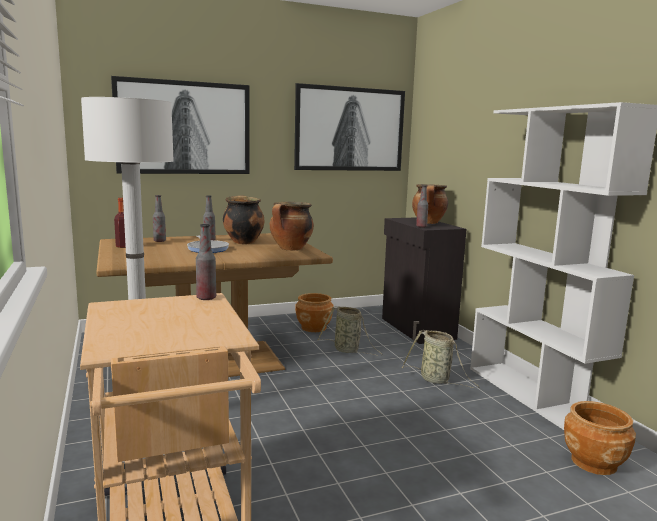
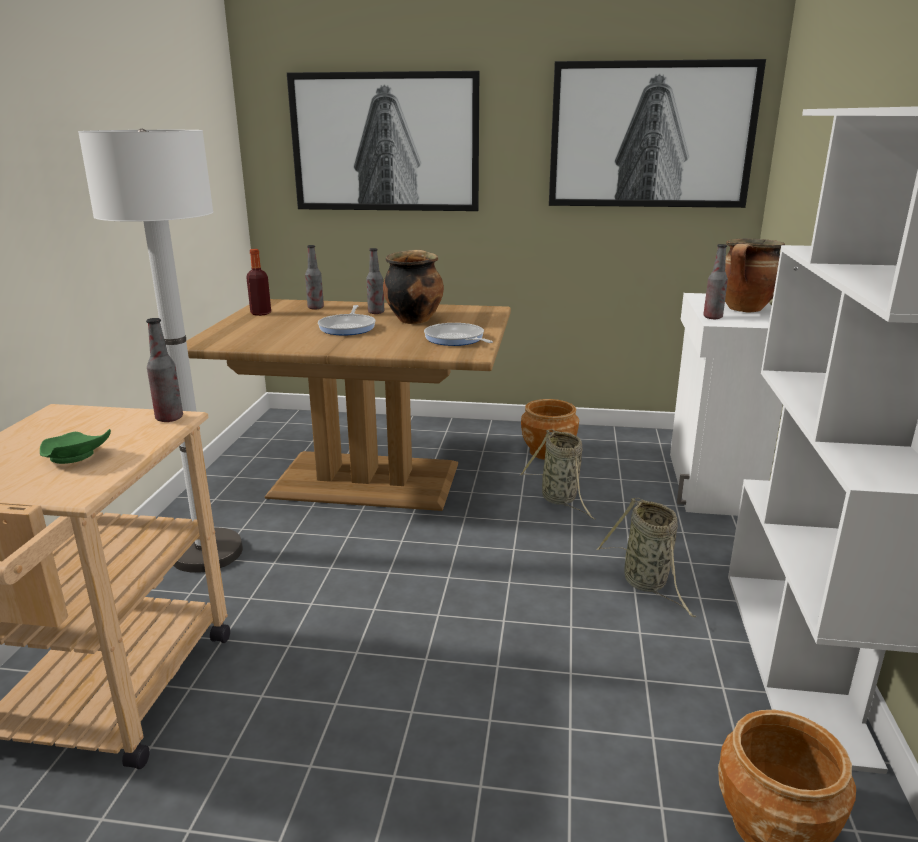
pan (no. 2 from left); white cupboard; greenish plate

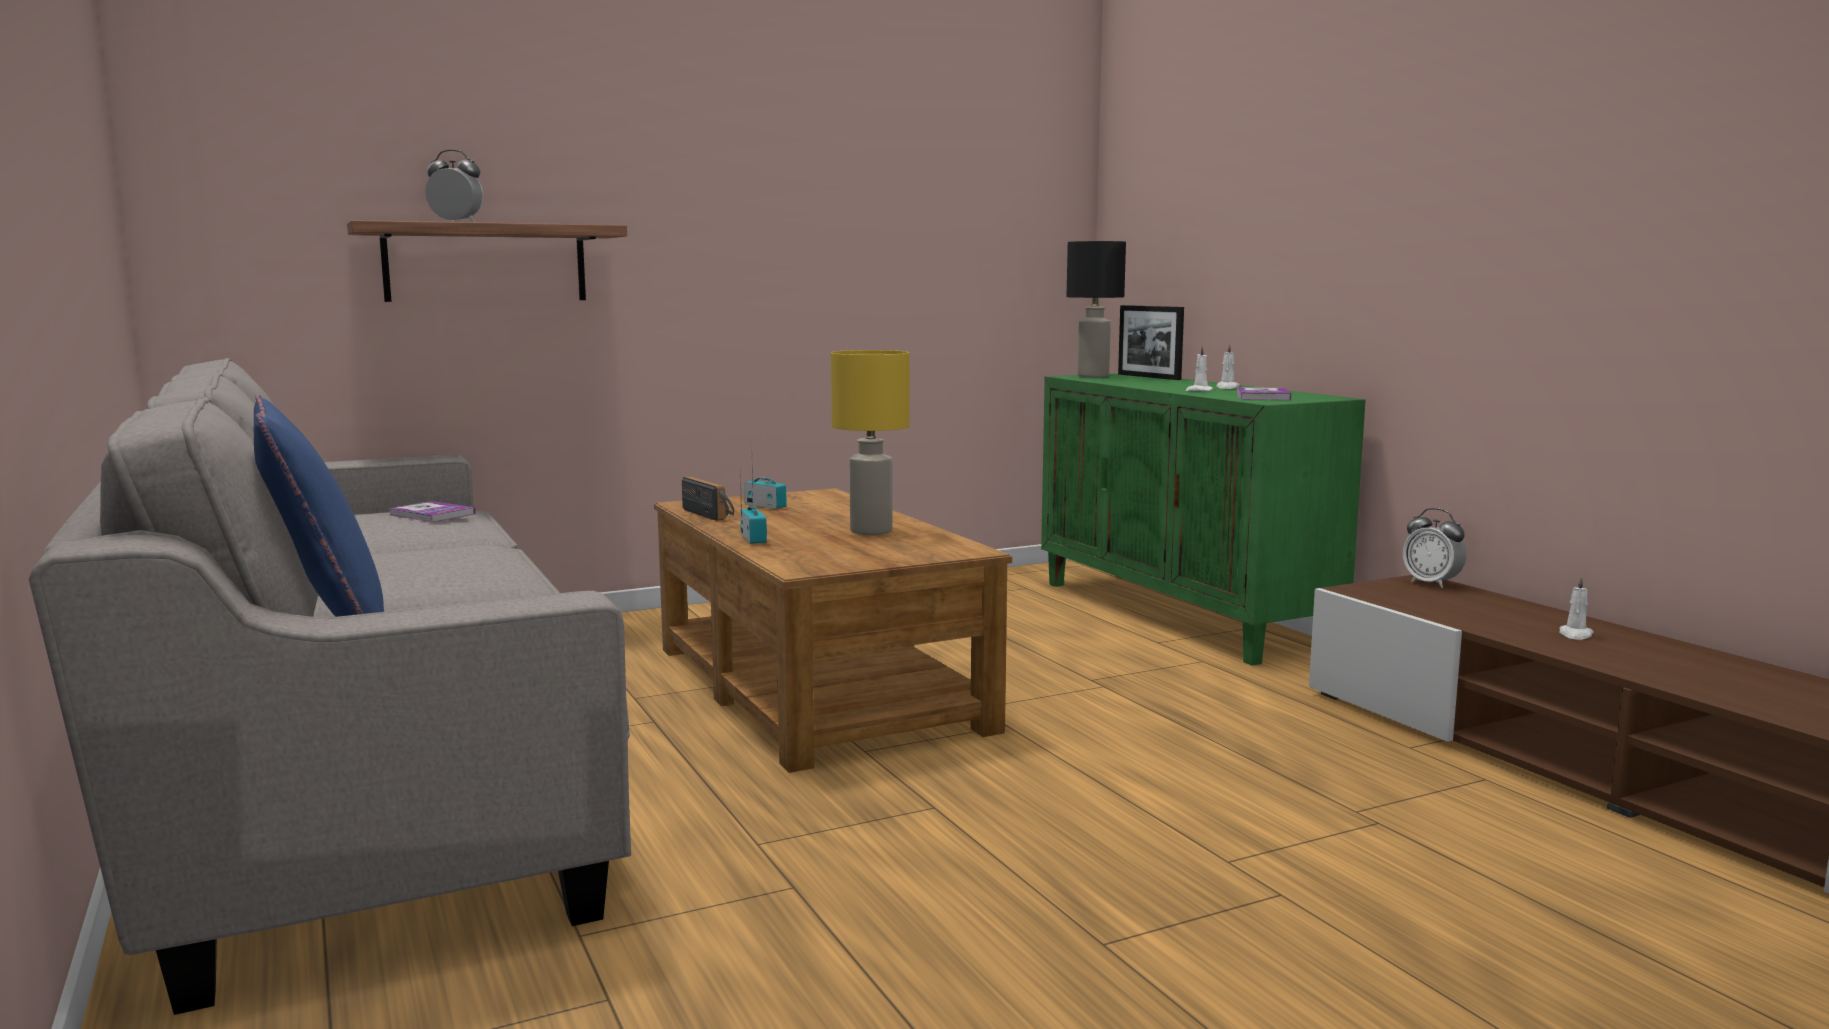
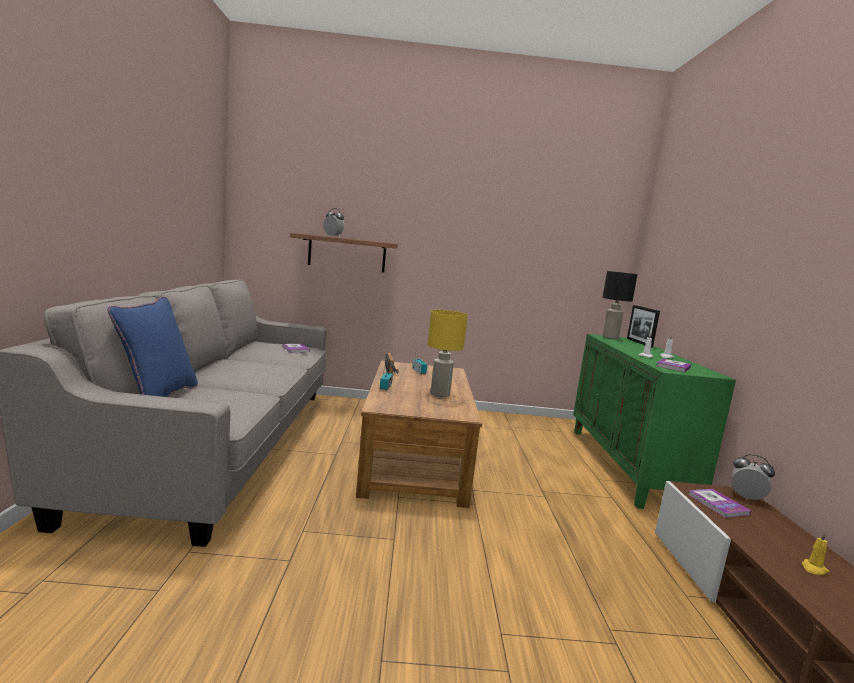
alarm clock (no. 2 from left); yellowish wax candle; volume (no. 3 from left)

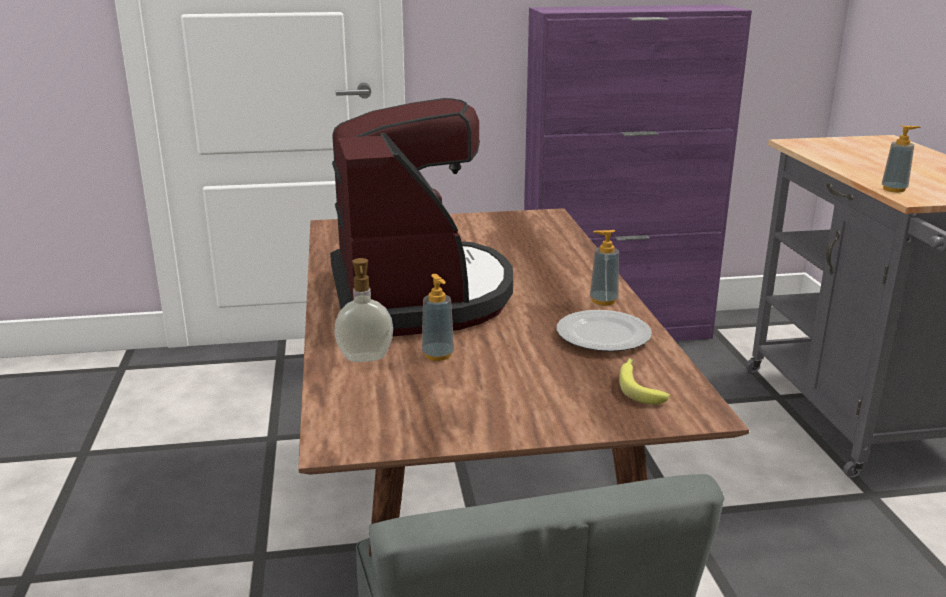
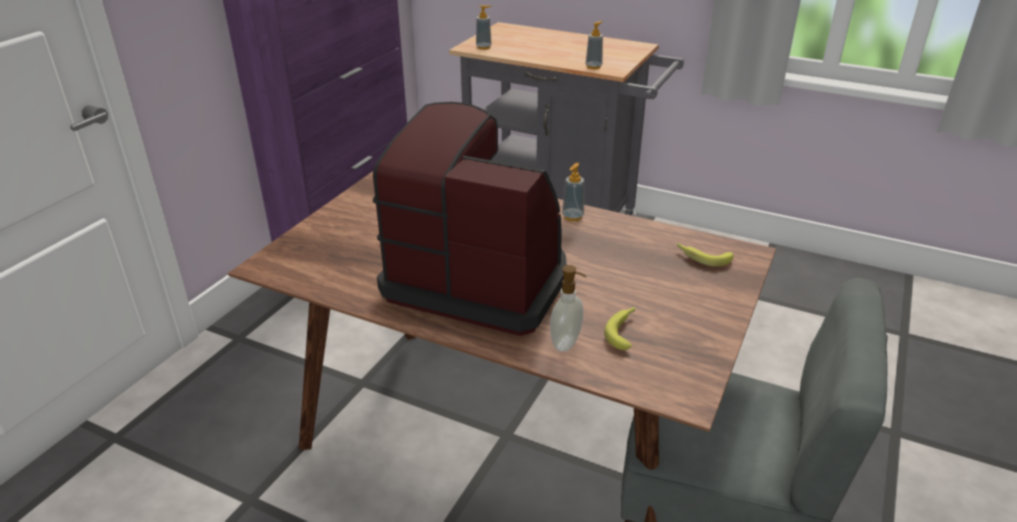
liquid soap bottle (no. 1 from left); plate; whole banana (no. 1 from left)

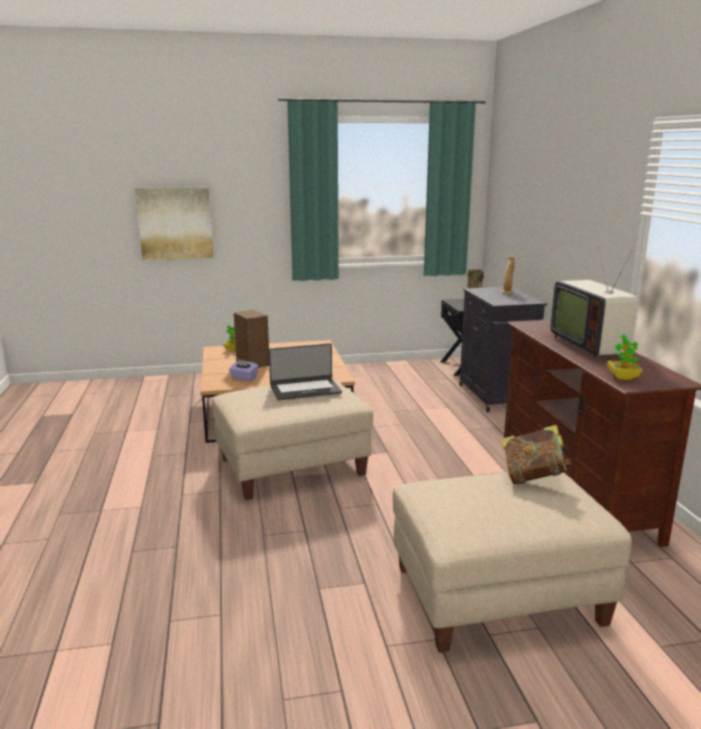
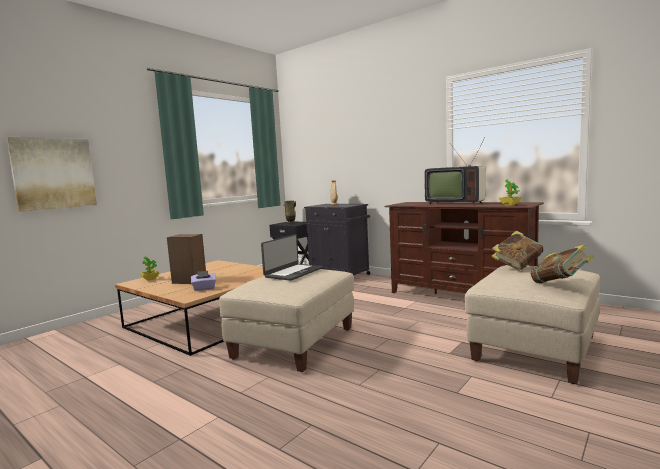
volume (no. 2 from left)

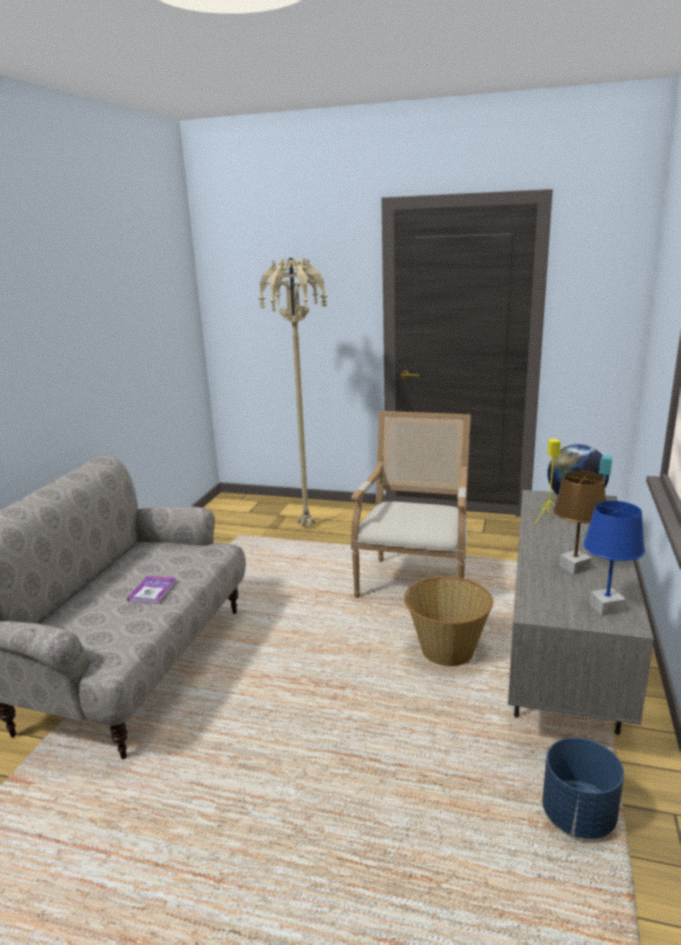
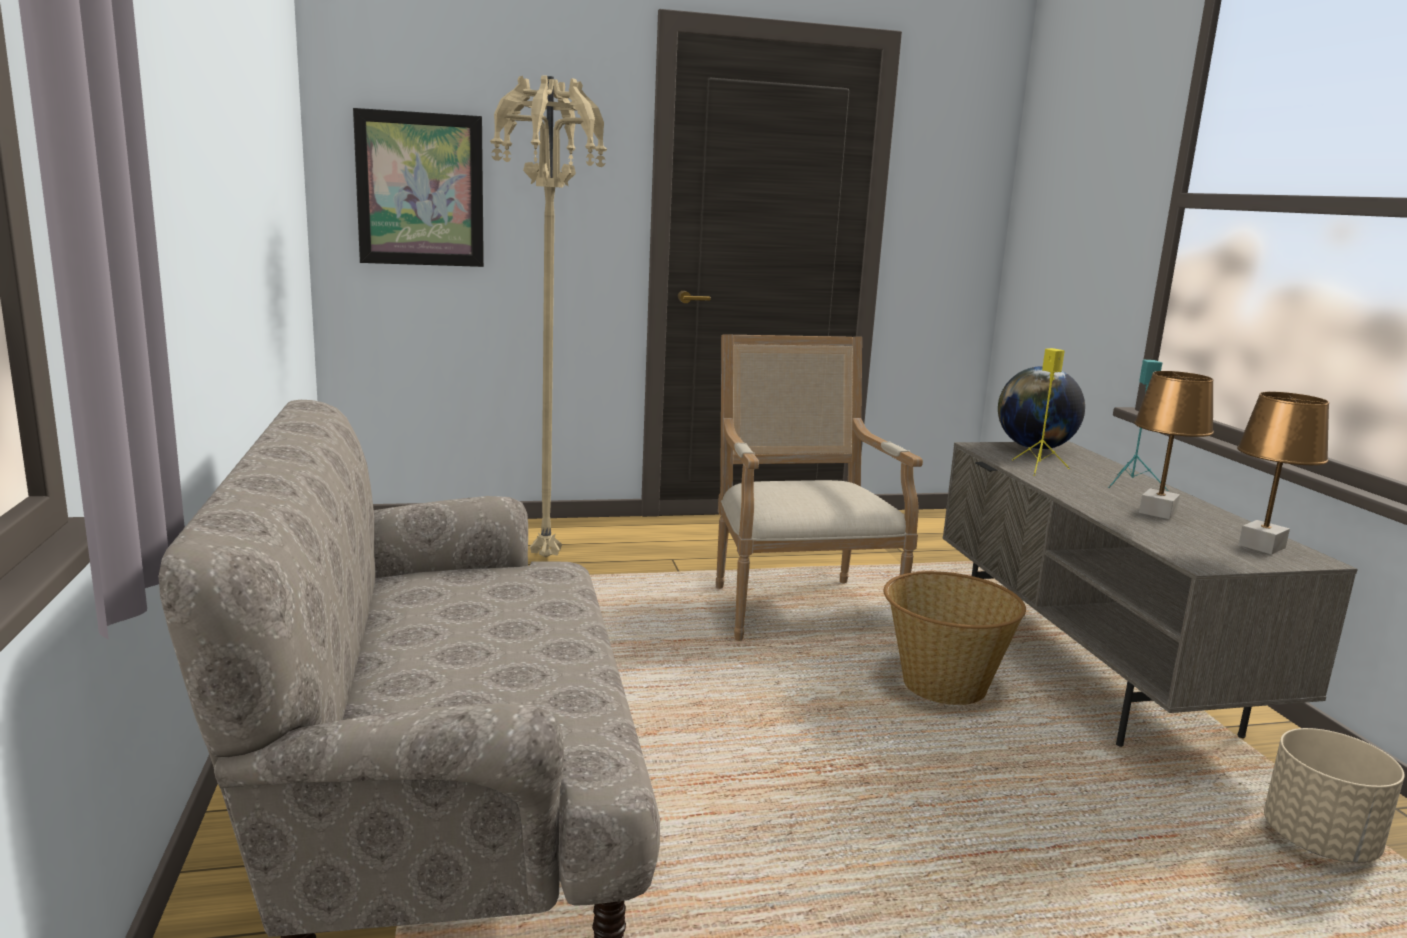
volume; beige planter; brownish table lamp (no. 2 from left); wall picture

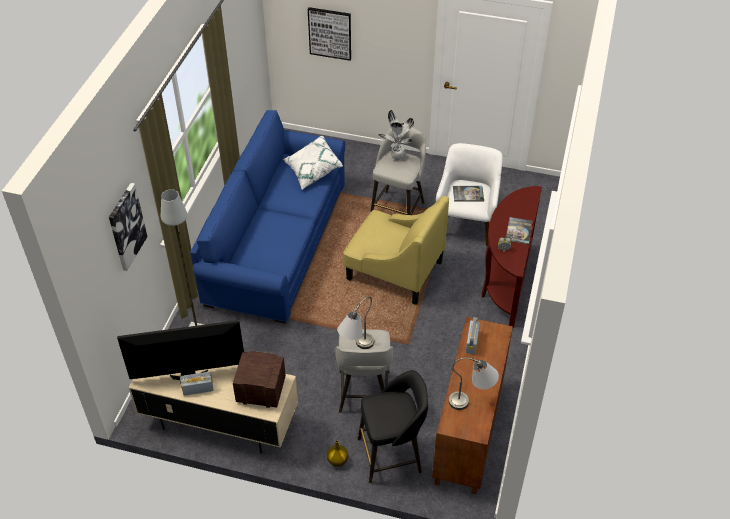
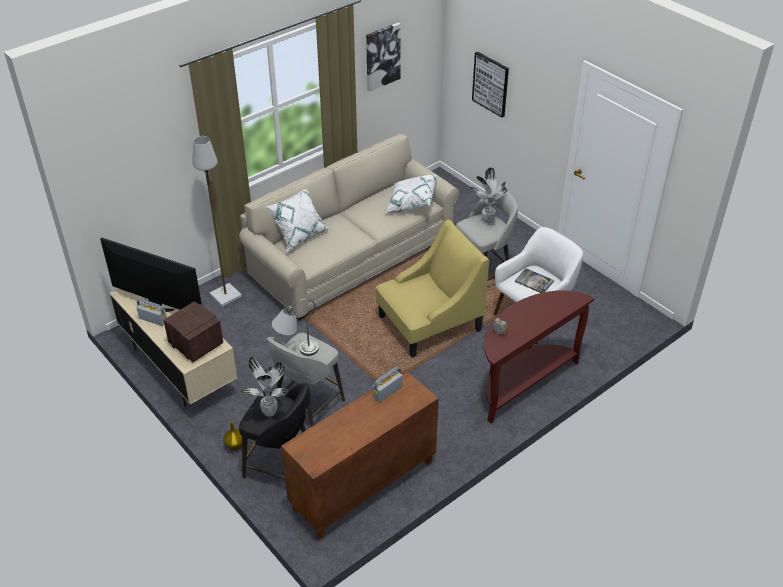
wall picture (no. 1 from left); beige settee; yellowish armchair; grey table lamp (no. 2 from left in the first image); volume (no. 2 from left in the first image); plant in a pot (no. 1 from left); white pillow (no. 1 from left)

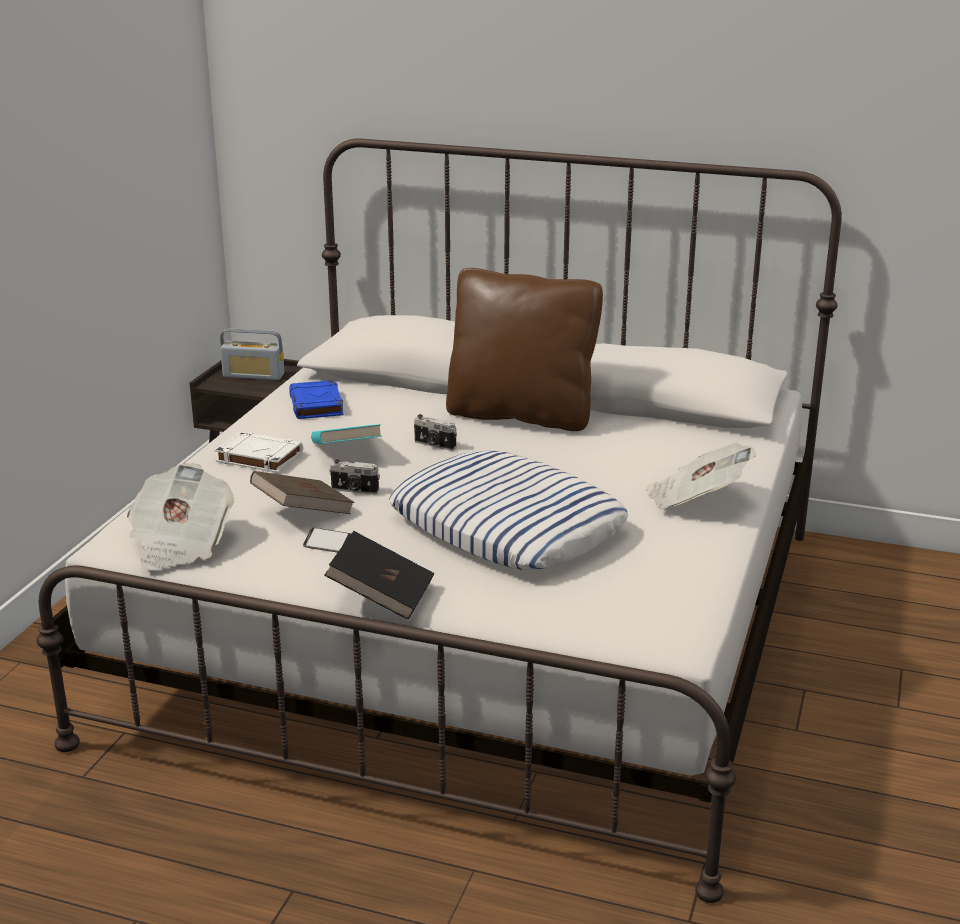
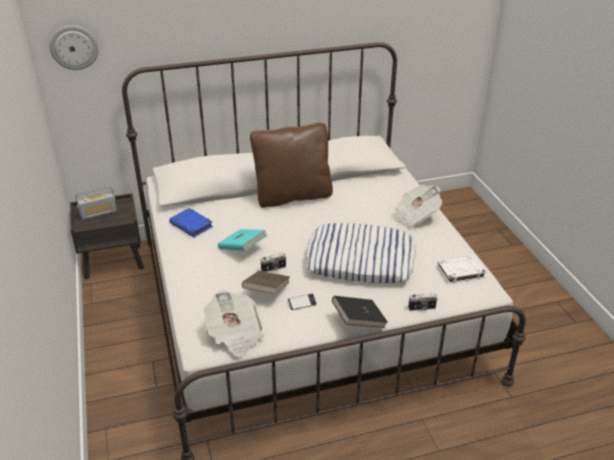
white volume; still camera (no. 2 from left); wall clock

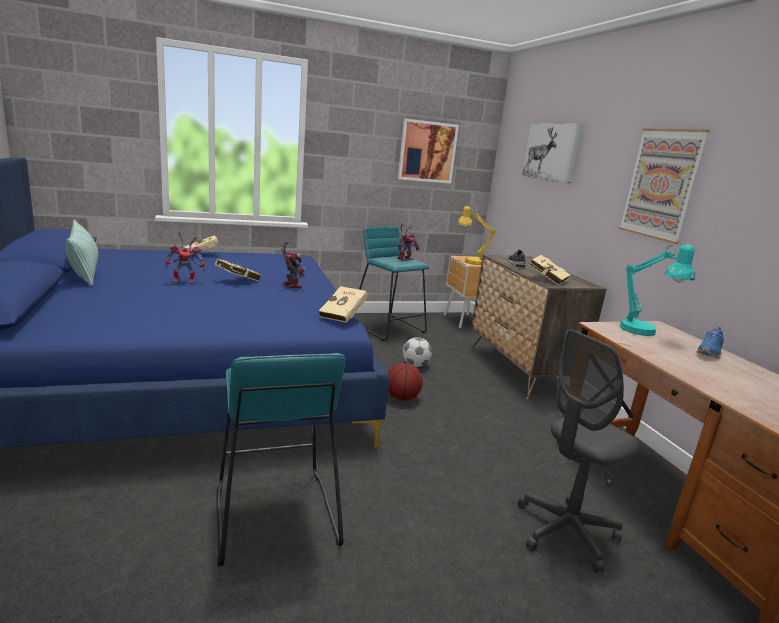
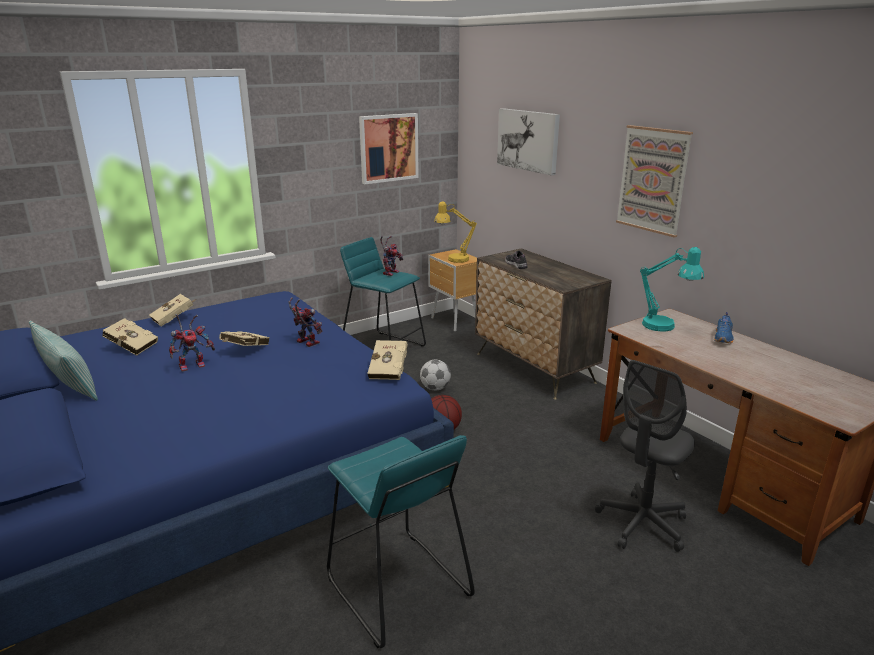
beige volume (no. 1 from left)

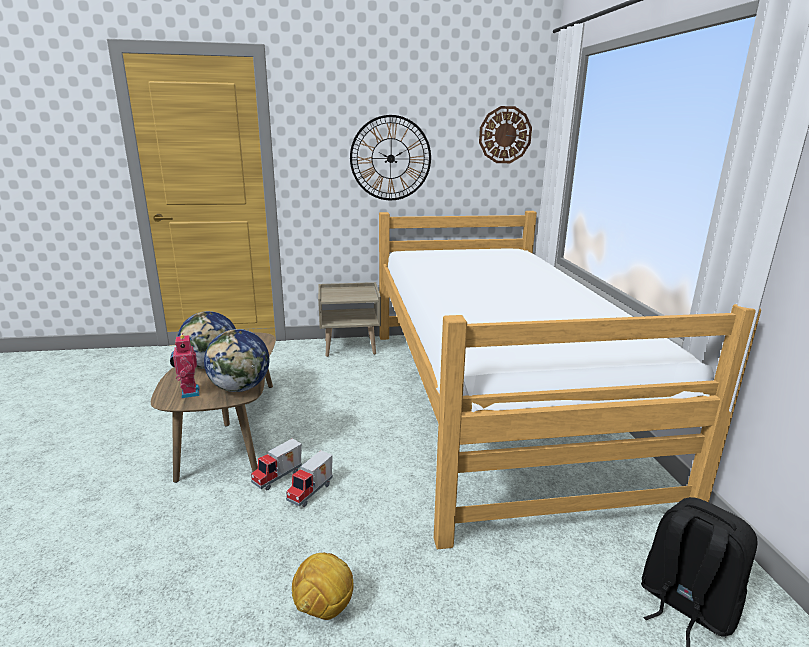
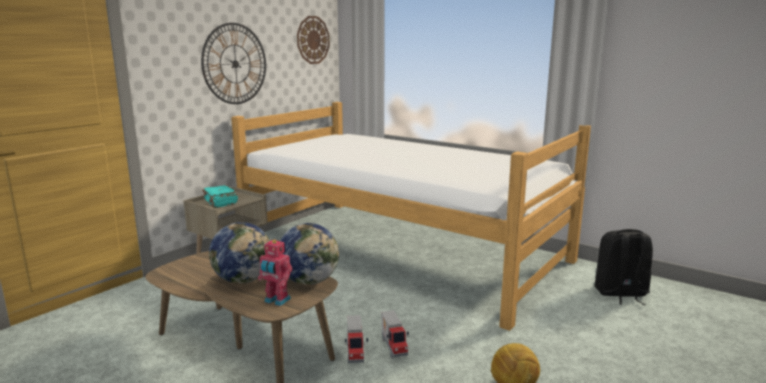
blue-green volume

